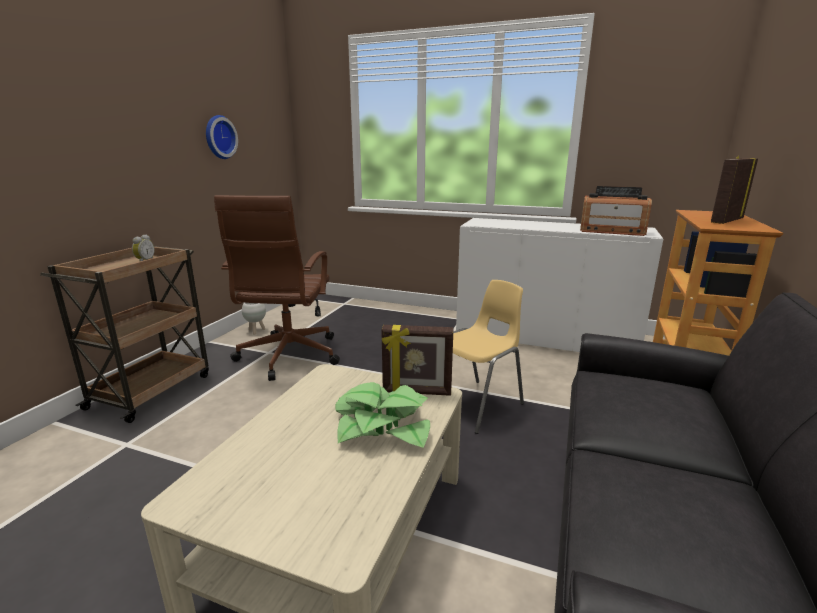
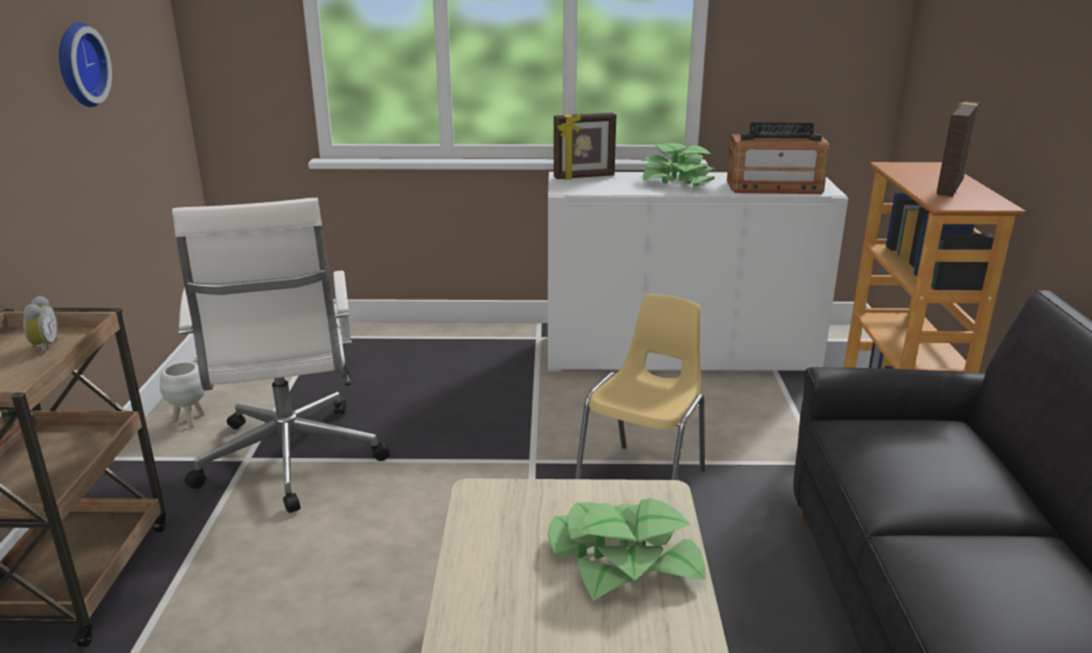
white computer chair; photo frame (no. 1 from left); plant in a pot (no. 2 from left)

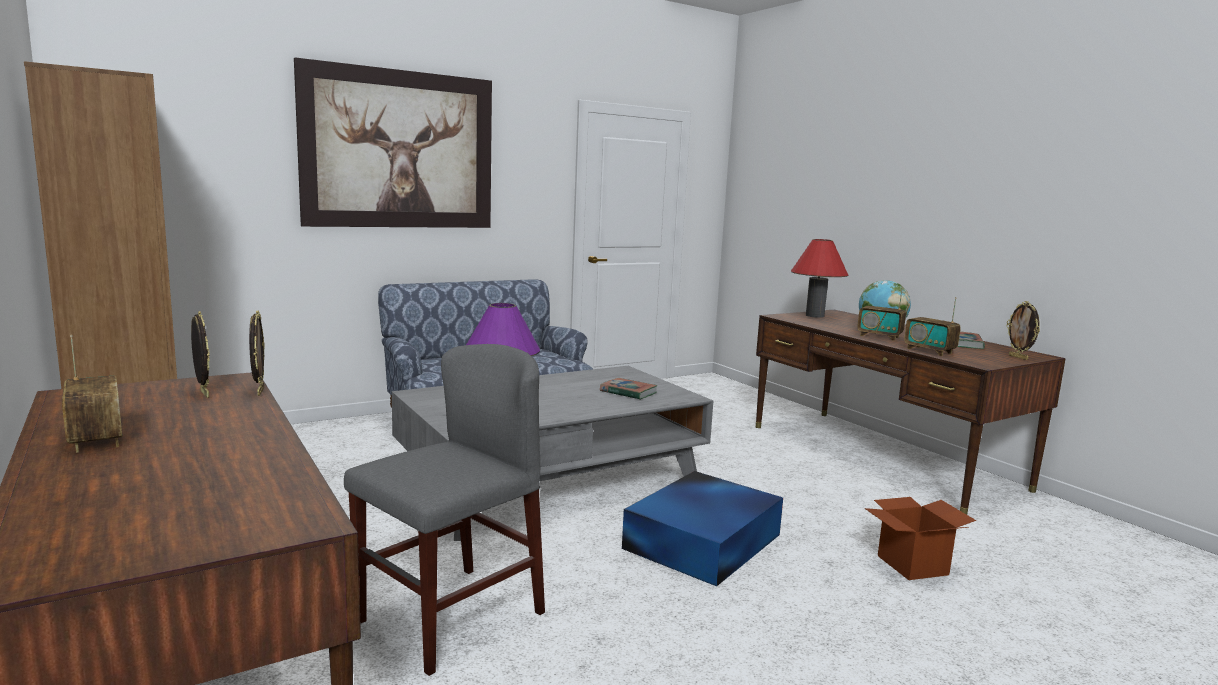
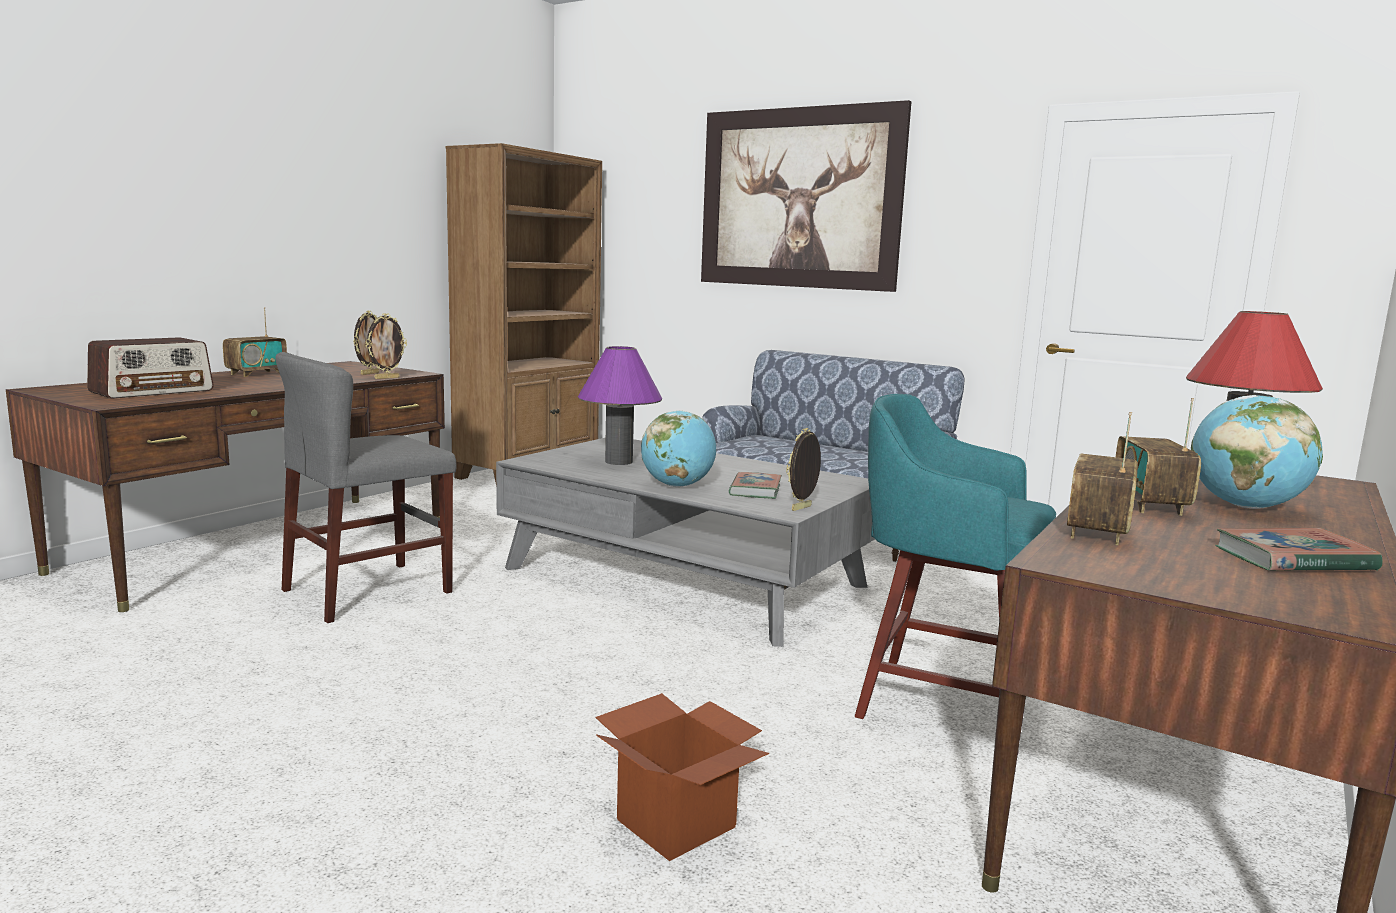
grey chair; blue-coloured storage box; photo frame (no. 3 from left); radio set (no. 1 from left); globe (no. 1 from left); blue-green stool

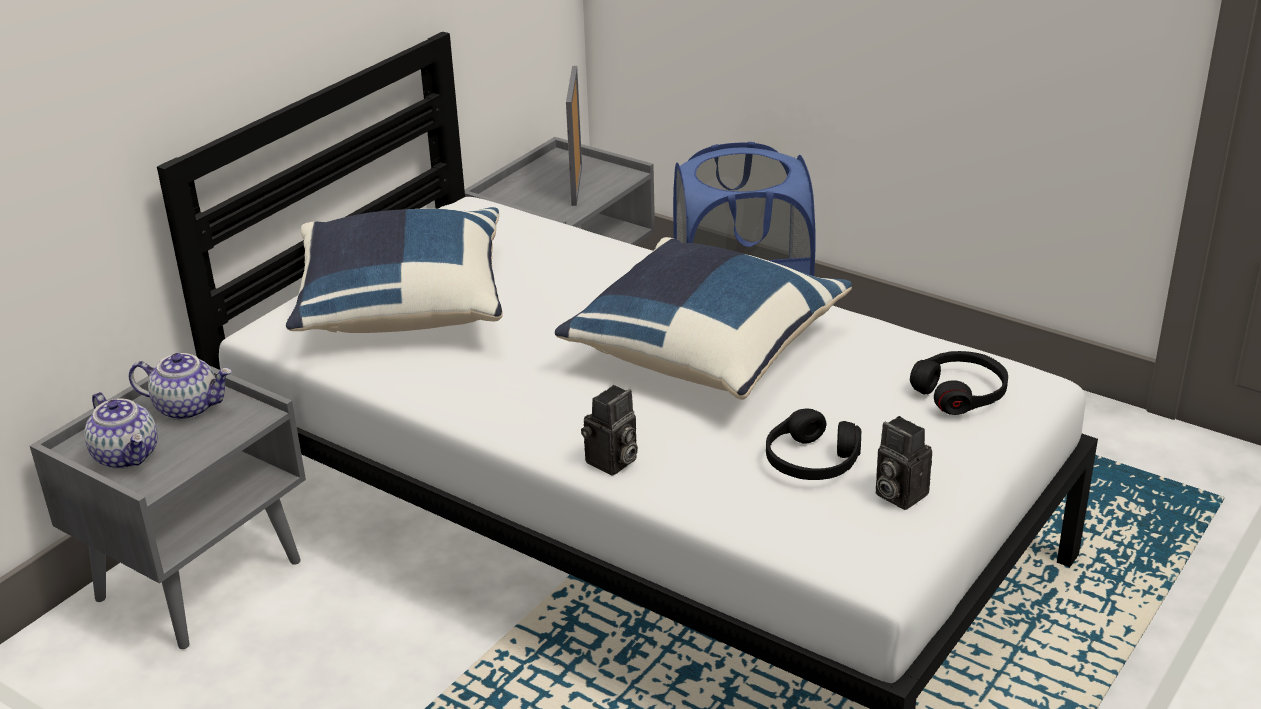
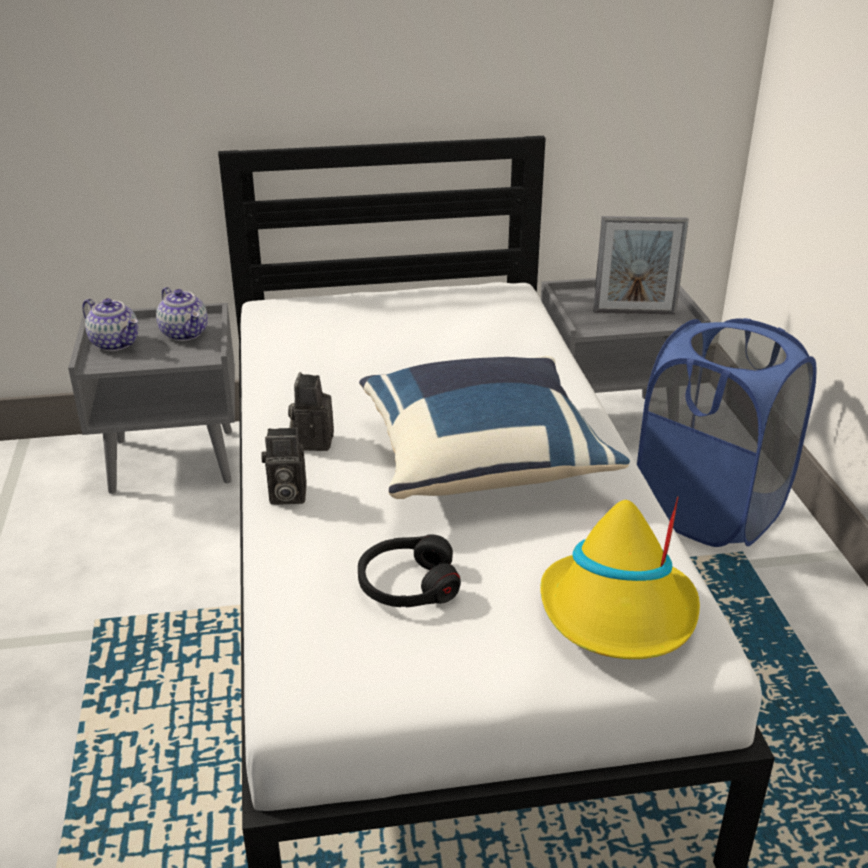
pot for tea (no. 1 from left); blue-coloured pillow (no. 1 from left in the first image); photo frame; still camera (no. 2 from left); yellowish wearable hat

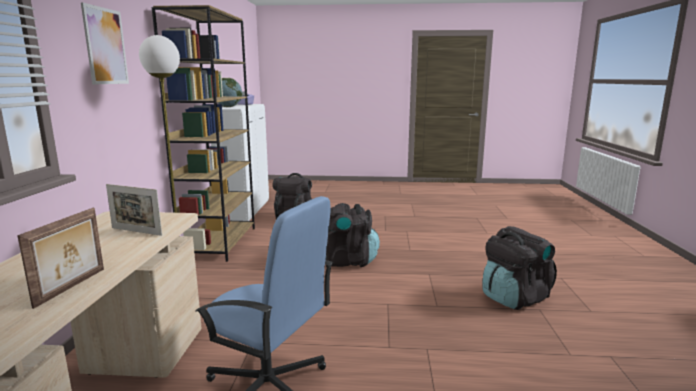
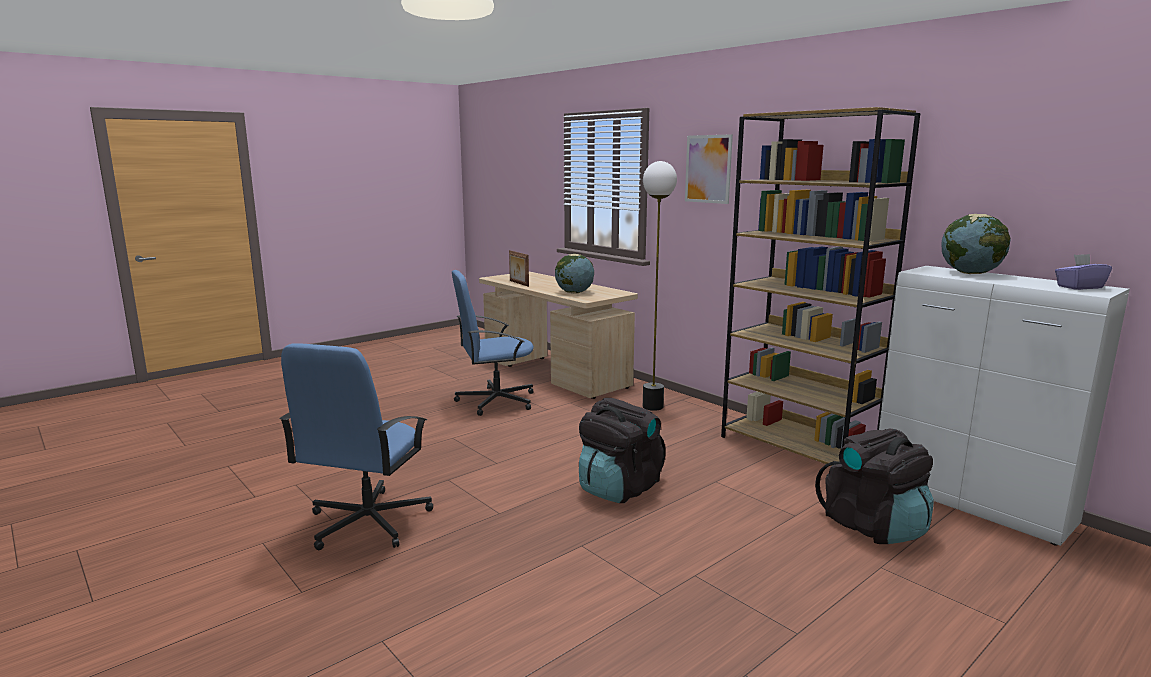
globe (no. 1 from left); blue-coloured computer chair (no. 1 from left)

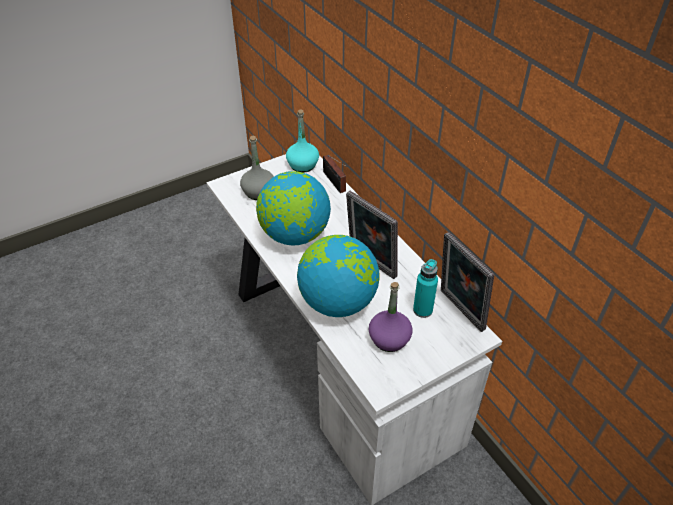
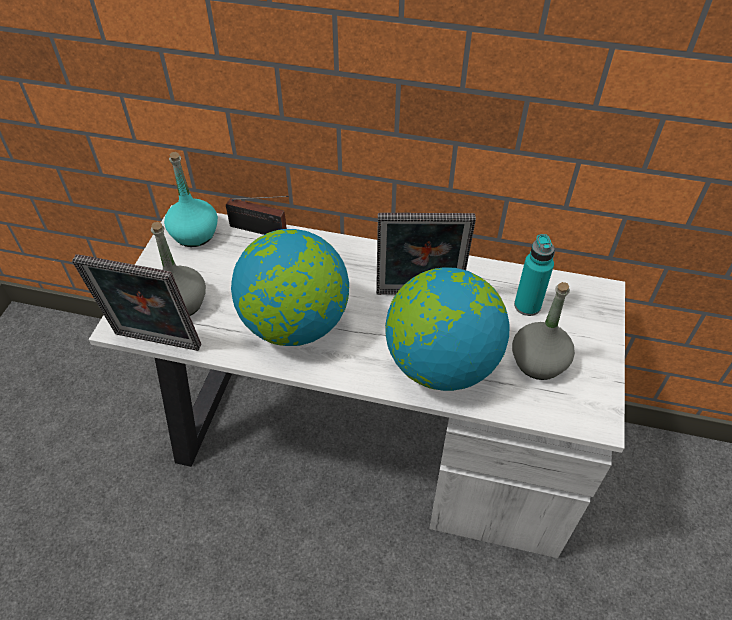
grey drink bottle (no. 2 from left); photo frame (no. 1 from left)

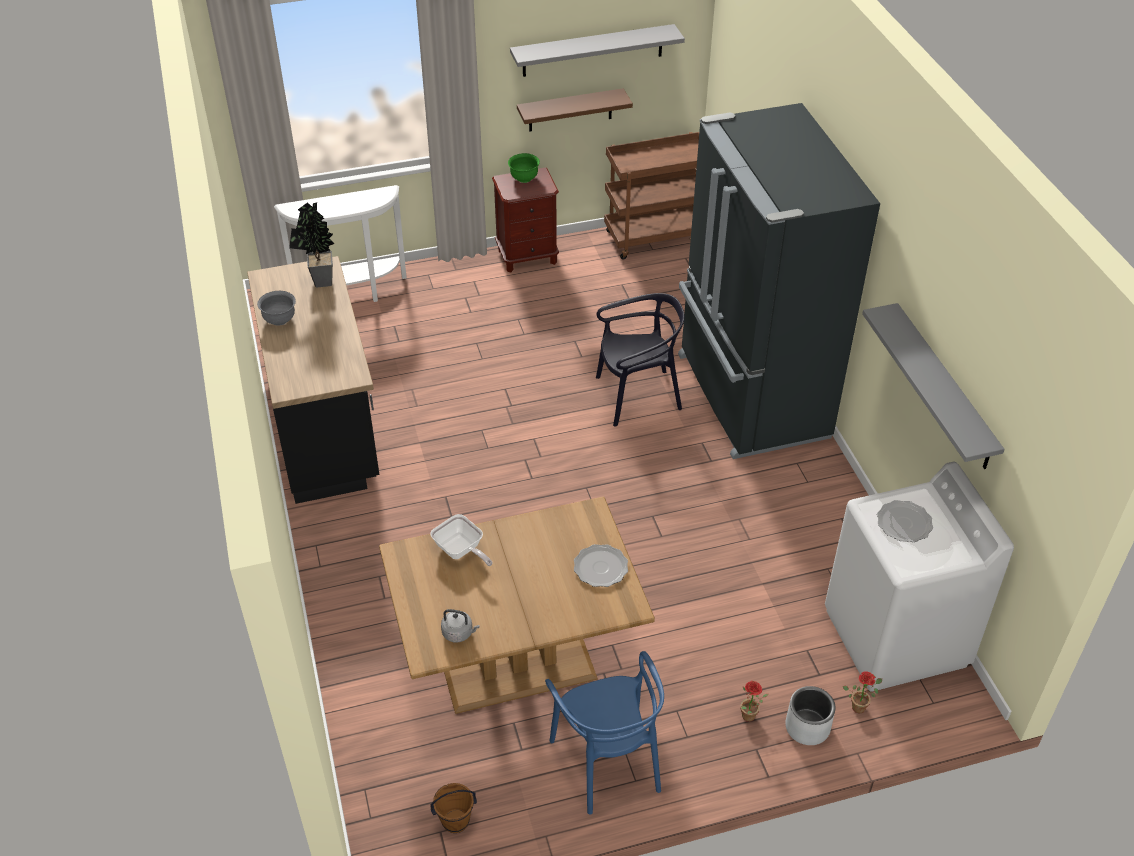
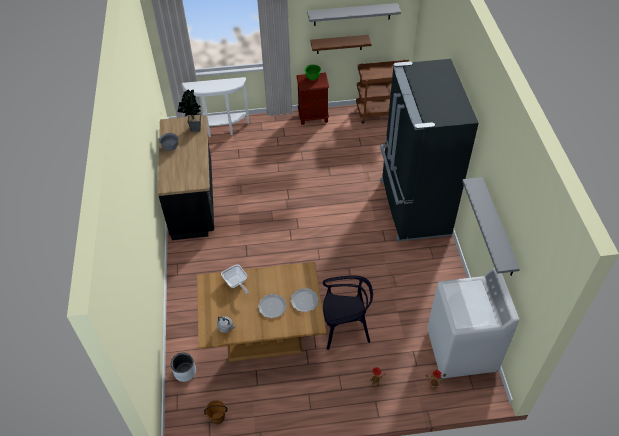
blue-coloured chair; black chair; grey planter; plate (no. 1 from left)

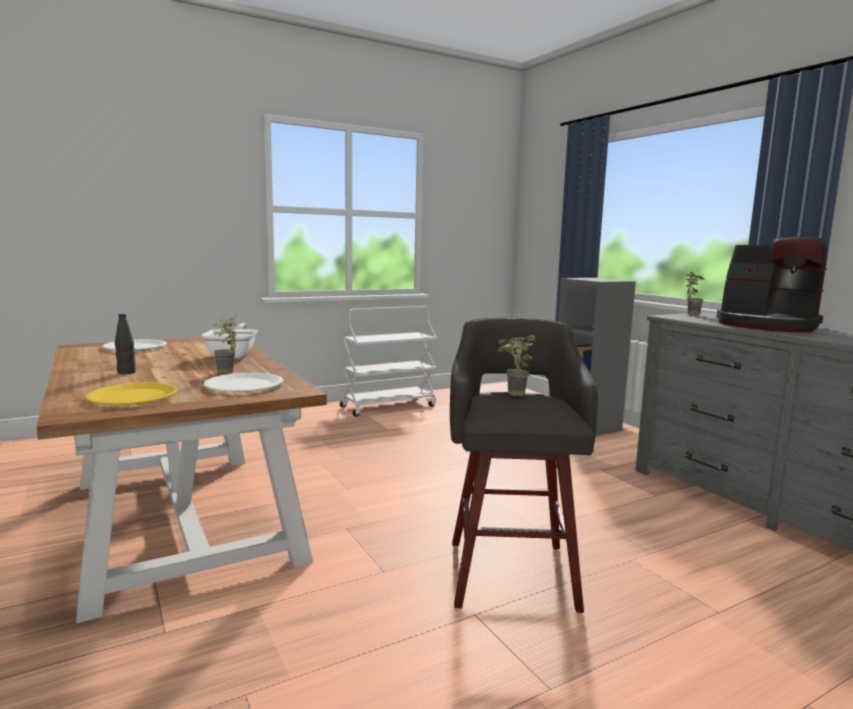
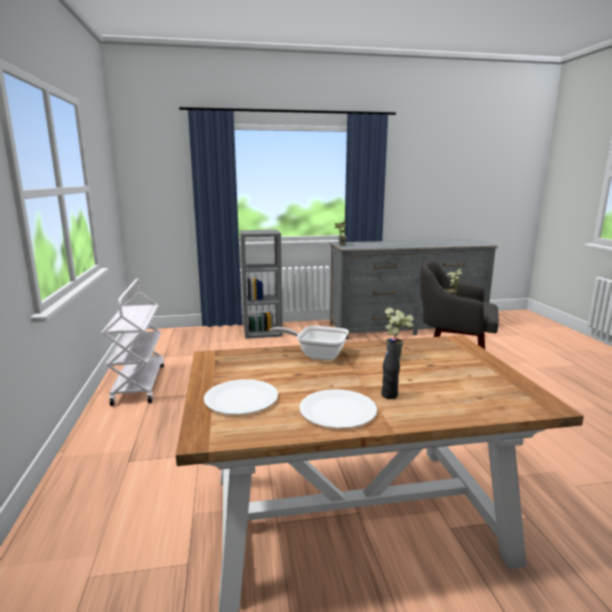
yellowish plate; white plate (no. 2 from left); coffee maker

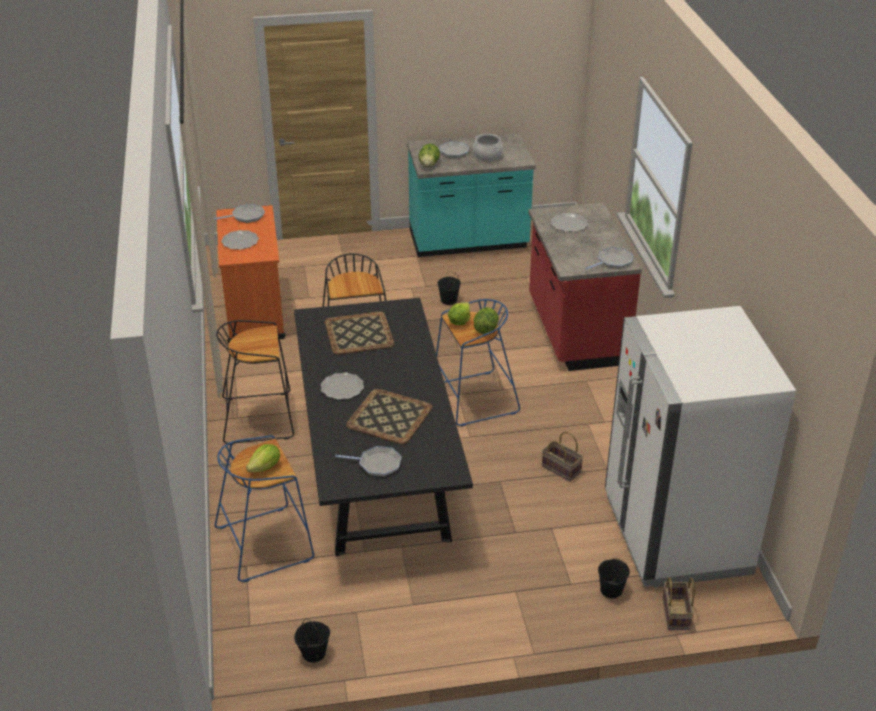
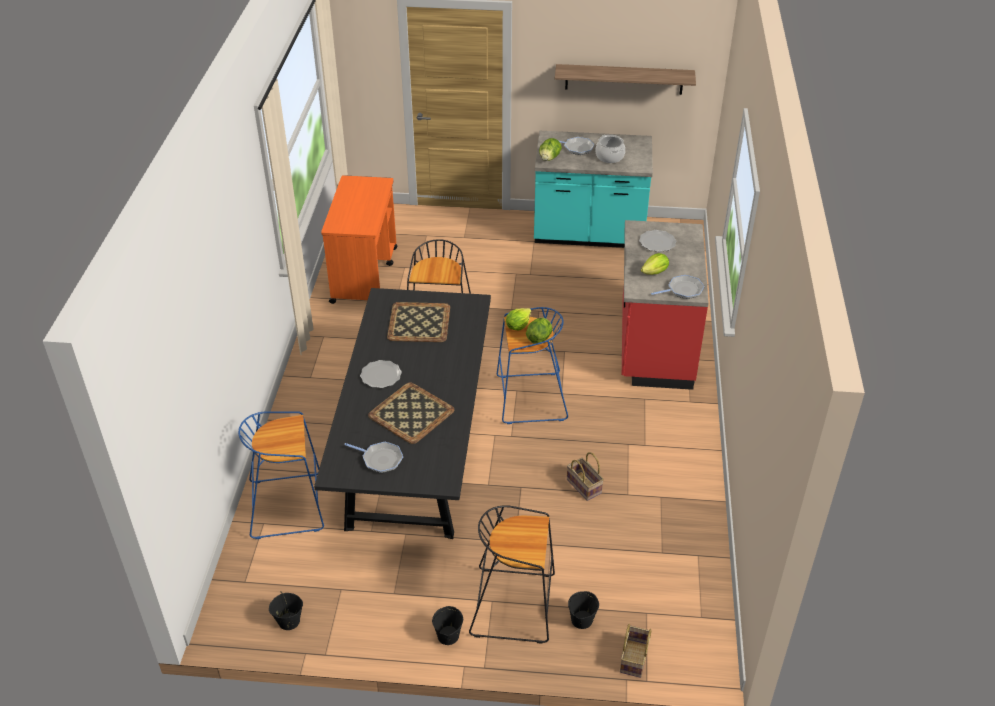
pan (no. 1 from left in the first image); black stool (no. 2 from left); plate (no. 1 from left in the first image); head of lettuce (no. 4 from left); black pail (no. 2 from left); white refrigerator; bracket shelf

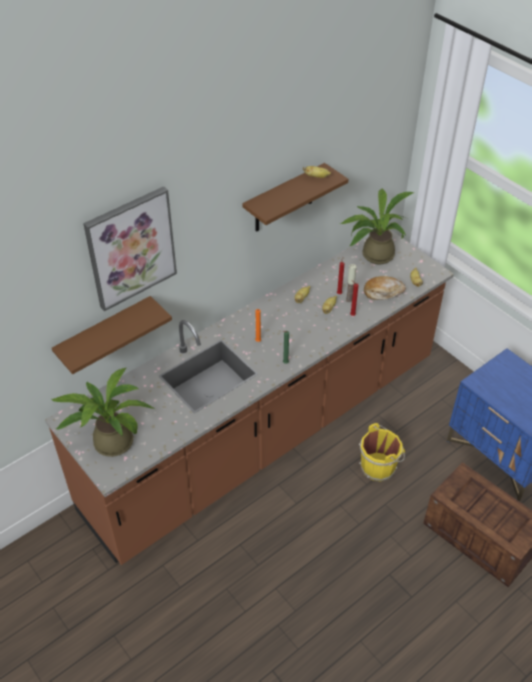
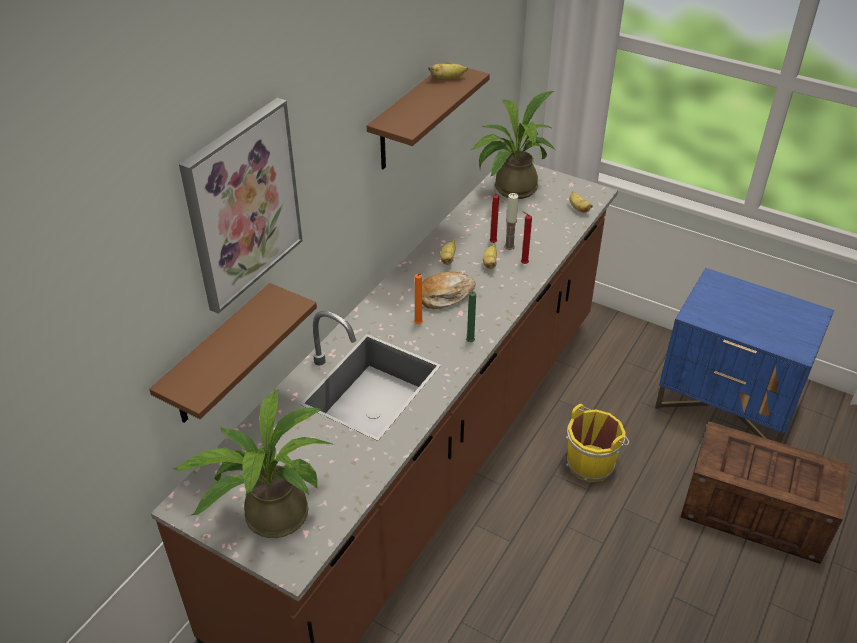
bakery bread

